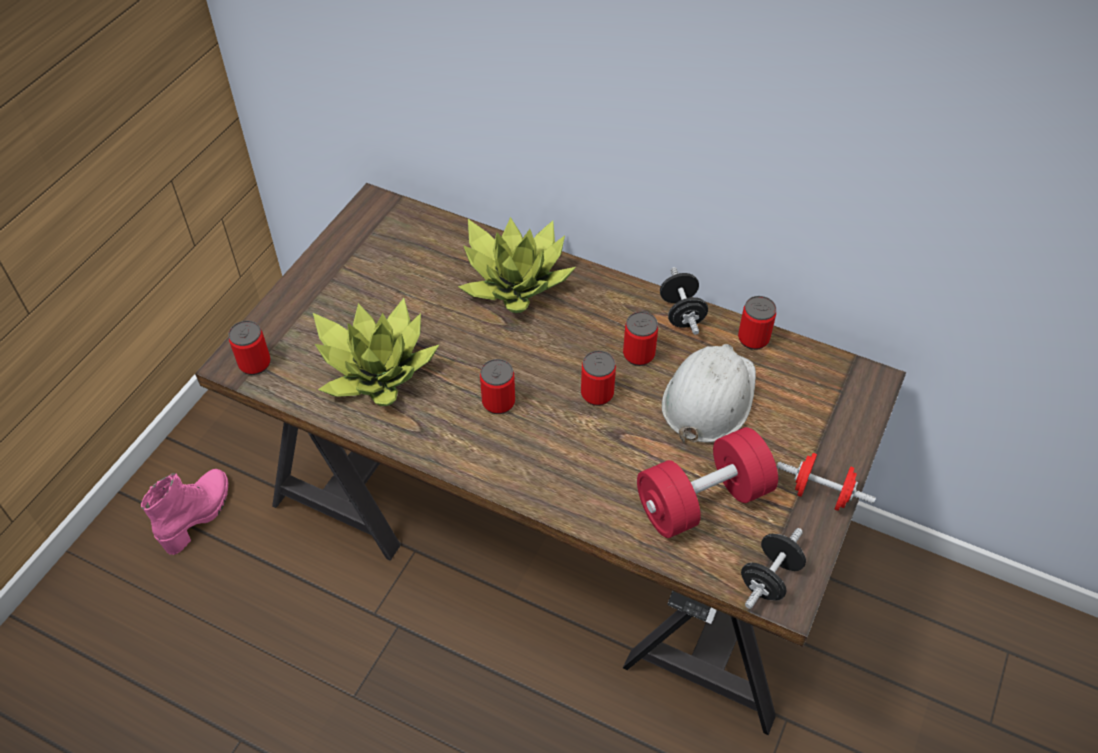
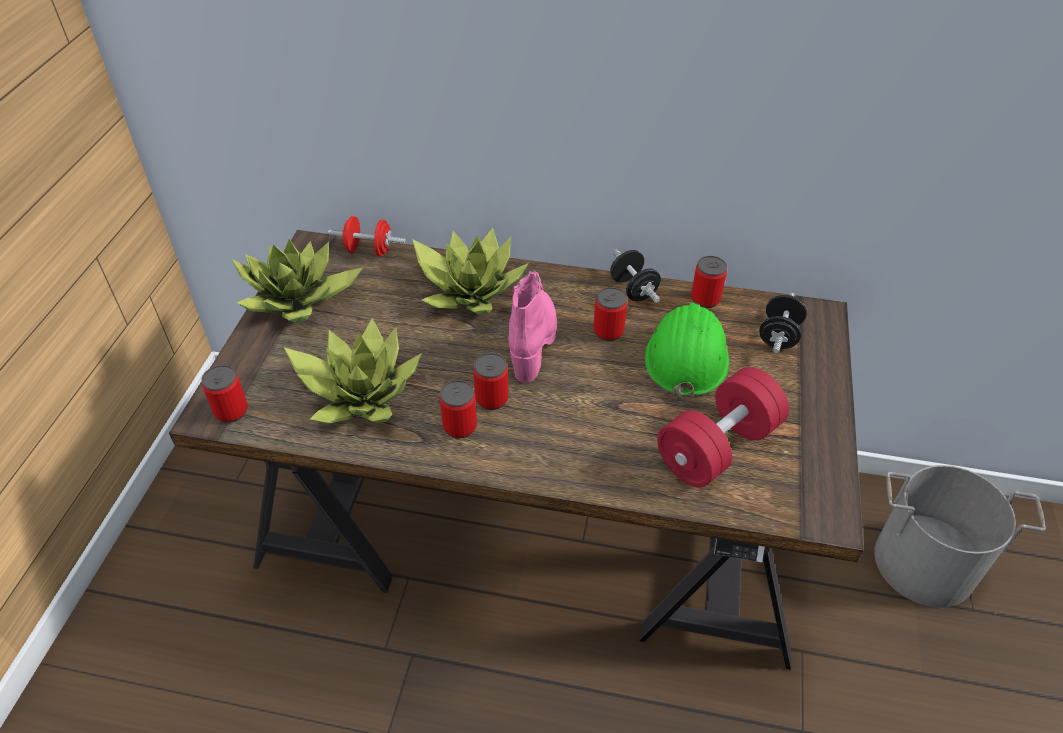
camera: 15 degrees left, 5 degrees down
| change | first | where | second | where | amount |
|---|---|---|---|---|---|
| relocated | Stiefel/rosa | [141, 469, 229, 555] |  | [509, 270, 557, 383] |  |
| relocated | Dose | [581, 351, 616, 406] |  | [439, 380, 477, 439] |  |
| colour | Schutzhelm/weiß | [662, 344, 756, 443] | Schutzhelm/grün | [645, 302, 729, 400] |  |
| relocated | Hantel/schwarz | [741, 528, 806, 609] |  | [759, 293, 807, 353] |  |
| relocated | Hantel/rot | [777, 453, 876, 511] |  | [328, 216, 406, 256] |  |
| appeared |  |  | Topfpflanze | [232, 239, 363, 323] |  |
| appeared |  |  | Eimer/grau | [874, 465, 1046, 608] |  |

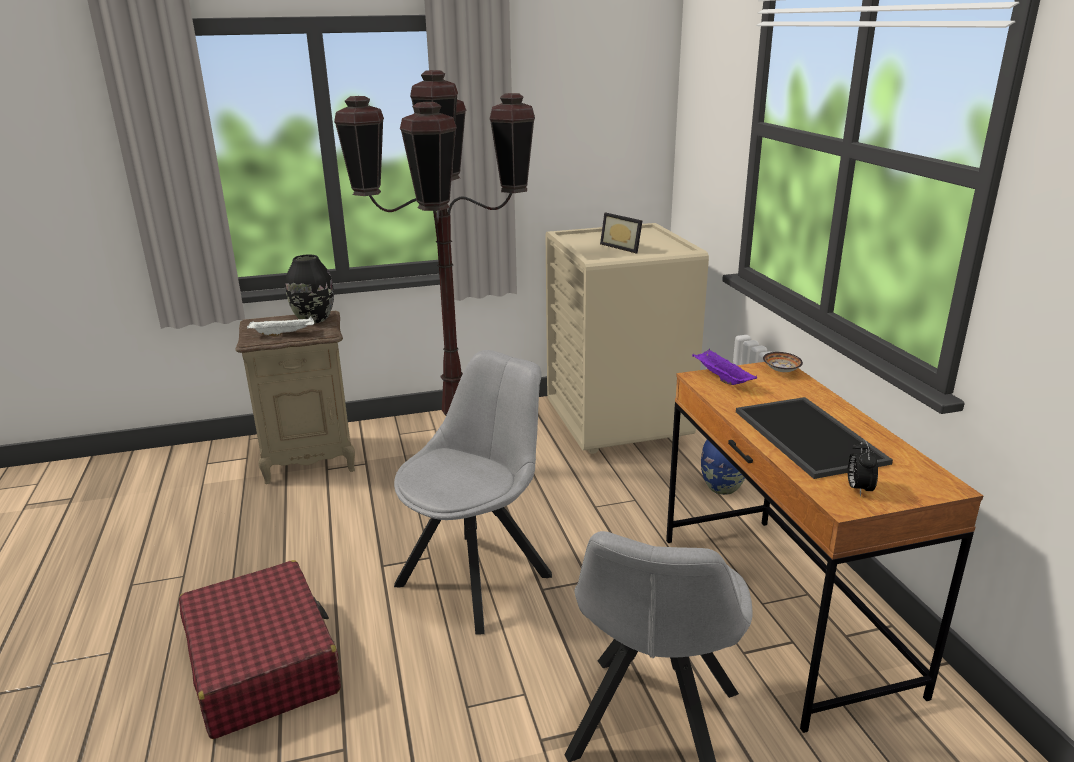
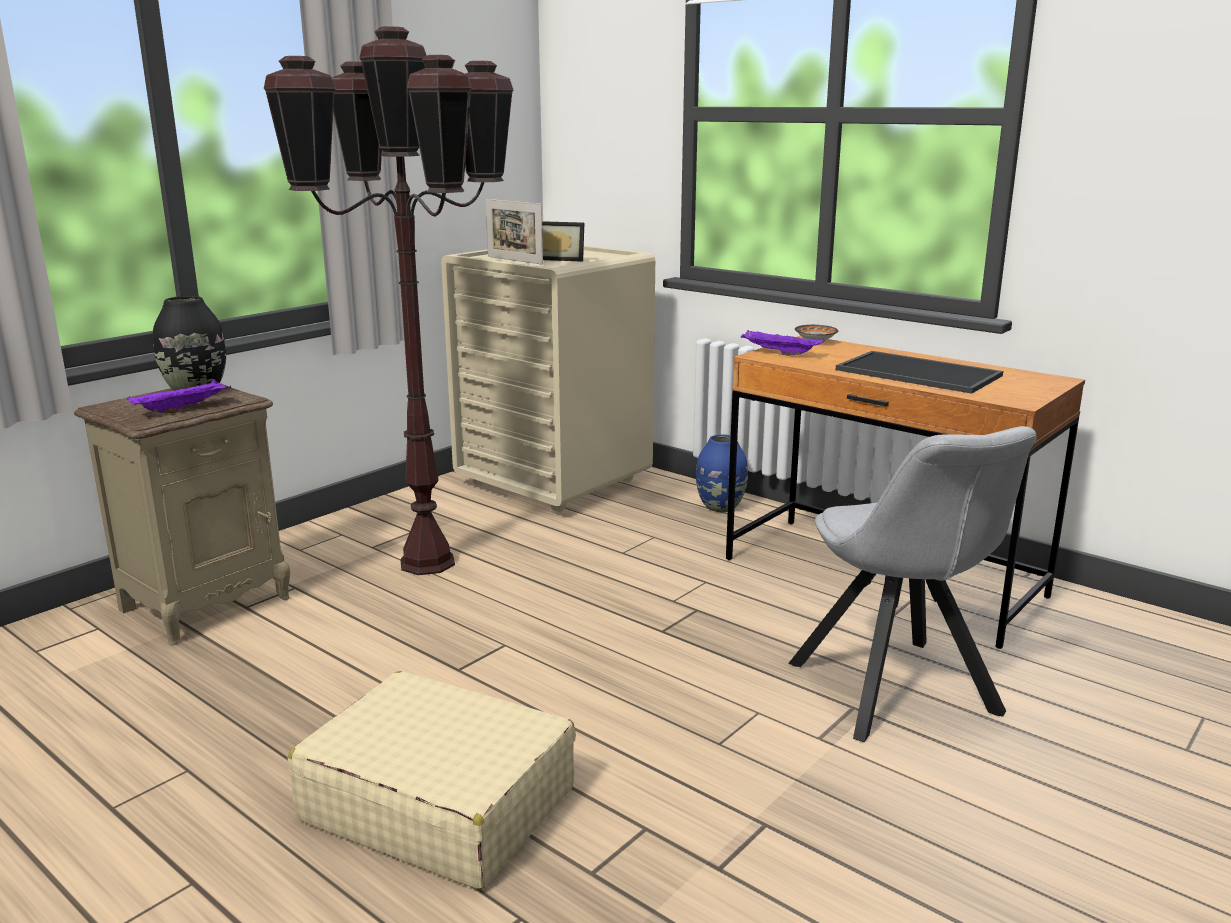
camera: 35 degrees left, 5 degrees down
| change | first | where | second | where | amount |
|---|---|---|---|---|---|
| colour | Koffer/rot | [179, 560, 341, 739] | Koffer/beige | [288, 671, 576, 889] |  |
| colour | Tablett/weiß | [247, 316, 314, 337] | Tablett/lila | [127, 379, 231, 413] |  |
| missing | Stuhl/grau | [394, 350, 552, 634] |  |  |  |
| missing | Wecker | [848, 439, 878, 497] |  |  |  |
| appeared |  |  | Bilderrahmen | [486, 199, 543, 265] |  |

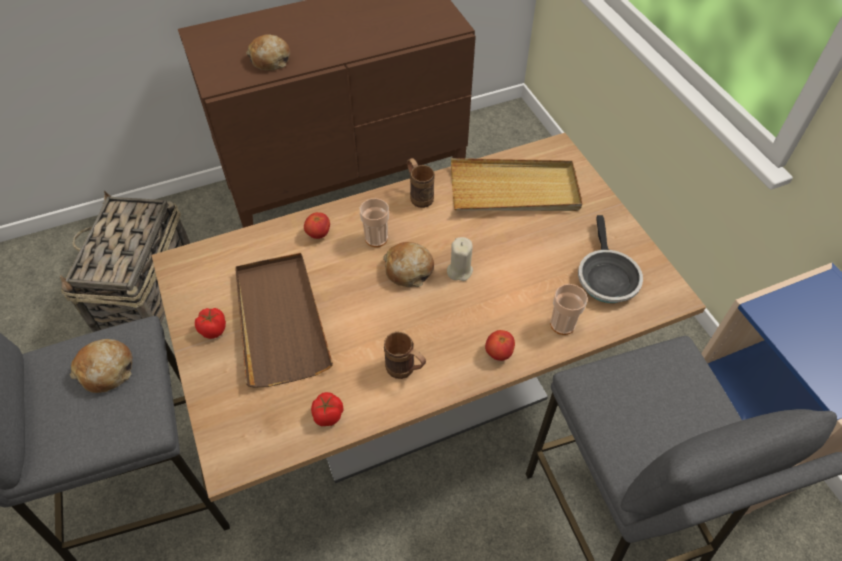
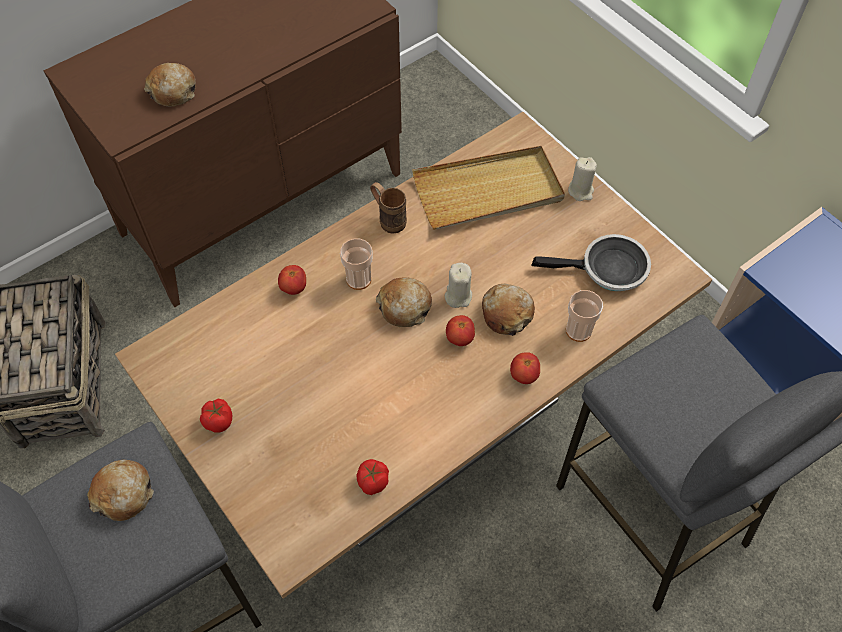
camera: 15 degrees left, 5 degrees up
| change | first | where | second | where | amount |
|---|---|---|---|---|---|
| missing | Tablett/braun | [235, 253, 333, 387] |  |  |  |
| missing | Henkelbecher/braun | [384, 332, 426, 379] |  |  |  |
| spun | Pfanne | [578, 215, 643, 303] |  | [532, 234, 651, 291] | 75 degrees counterclockwise |
| appeared |  |  | Tomate | [446, 315, 475, 346] |  |
| appeared |  |  | Brot | [482, 283, 535, 336] |  |
| appeared |  |  | Kerze/beige | [568, 157, 597, 201] |  |

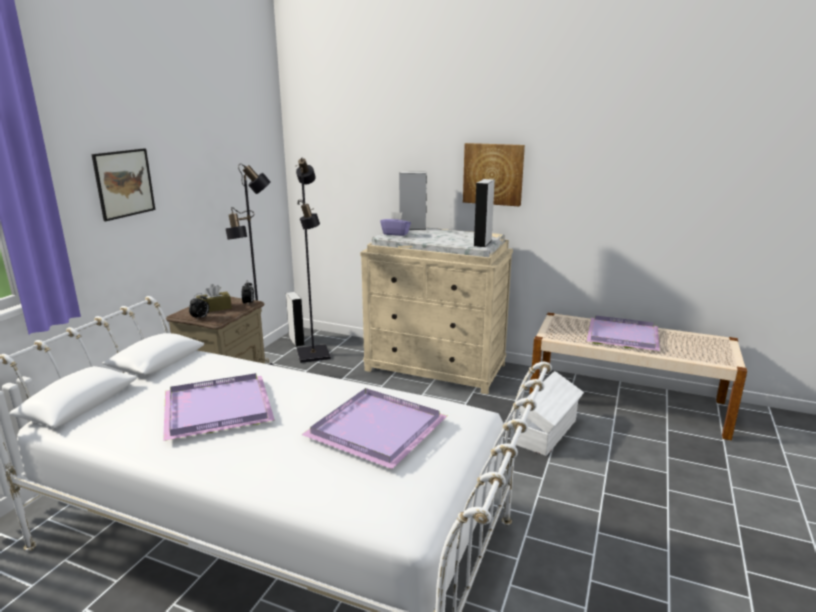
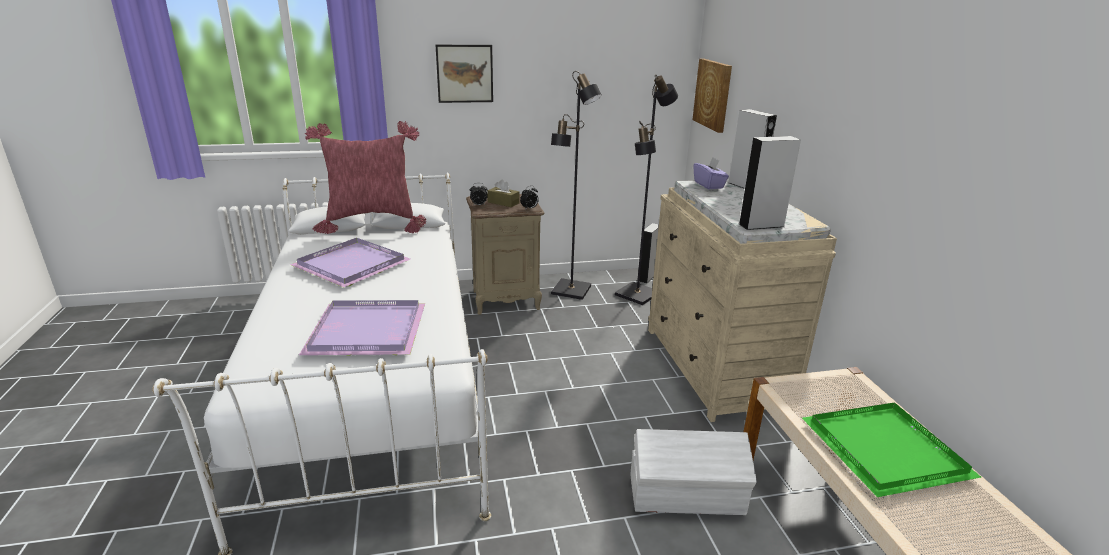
camera: 55 degrees right, 5 degrees up
| change | first | where | second | where | amount |
|---|---|---|---|---|---|
| relocated | Bild | [463, 143, 525, 207] |  | [692, 59, 732, 133] |  |
| colour | Tablett/lila | [586, 315, 660, 351] | Tablett/grün | [802, 402, 981, 497] |  |
| appeared |  |  | Kissen/rot | [305, 121, 427, 234] |  |

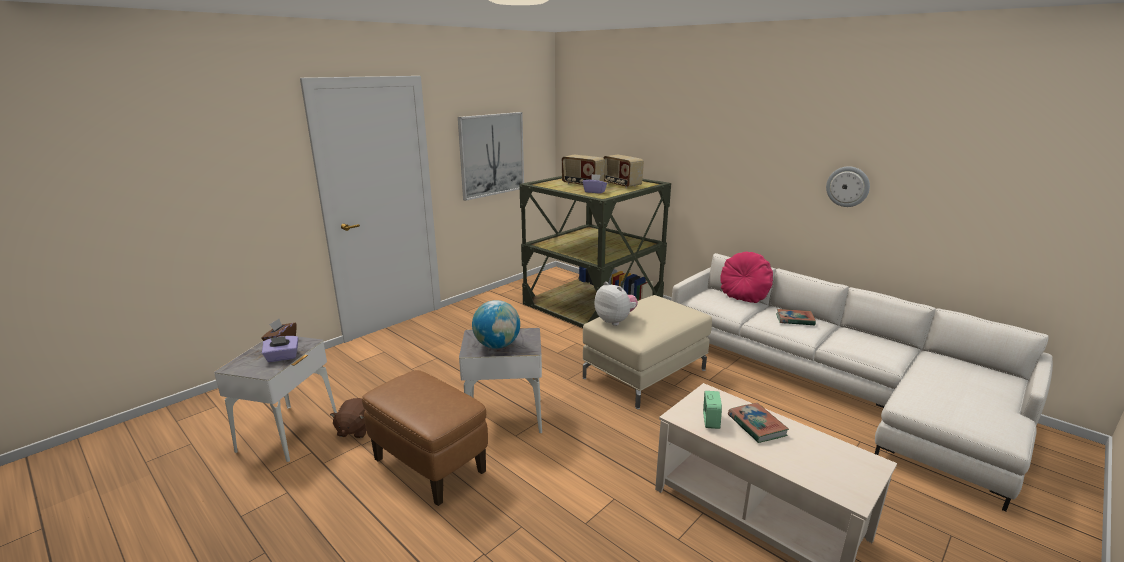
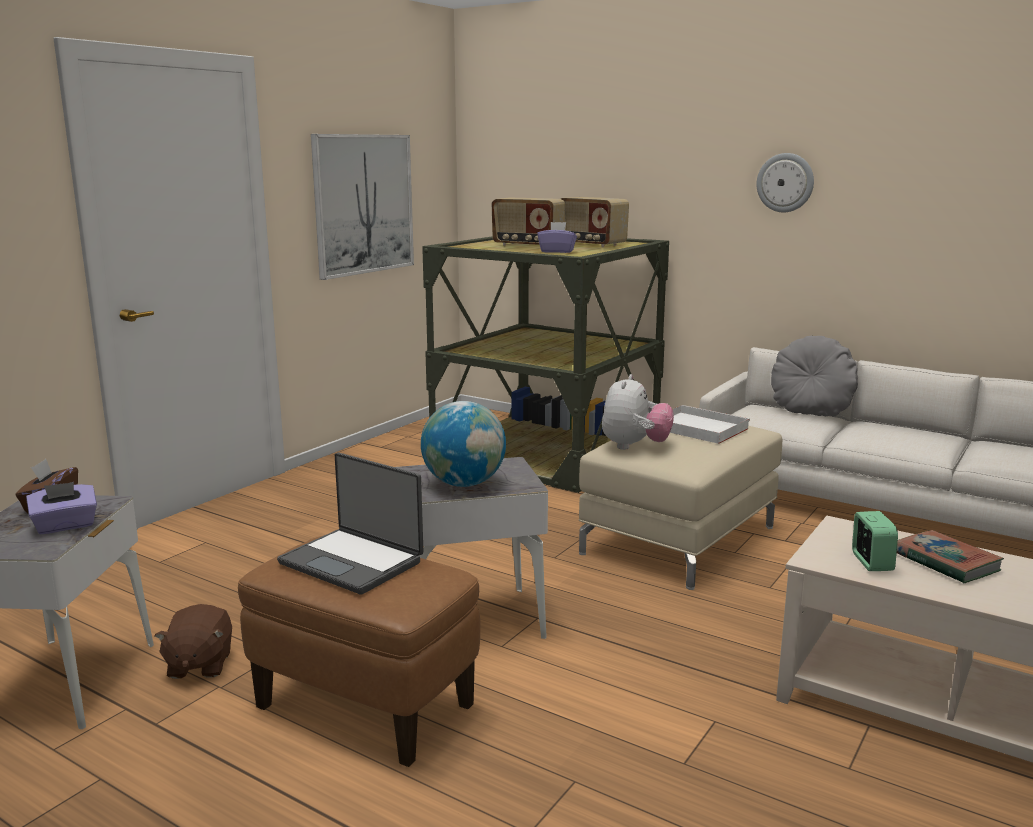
camera: 10 degrees left, 5 degrees down
| change | first | where | second | where | amount |
|---|---|---|---|---|---|
| spun | Plüschtier | [594, 282, 638, 326] |  | [602, 374, 674, 450] | 75 degrees clockwise |
| colour | Kissen/rosa | [720, 251, 773, 303] | Kissen/grau | [771, 336, 858, 416] |  |
| missing | Buch | [776, 309, 816, 326] |  |  |  |
| relocated | Wanduhr | [826, 166, 870, 207] |  | [756, 153, 814, 212] |  |
| appeared |  |  | Laptop | [277, 452, 423, 595] |  |
| appeared |  |  | Tablett/weiß | [670, 405, 750, 444] |  |

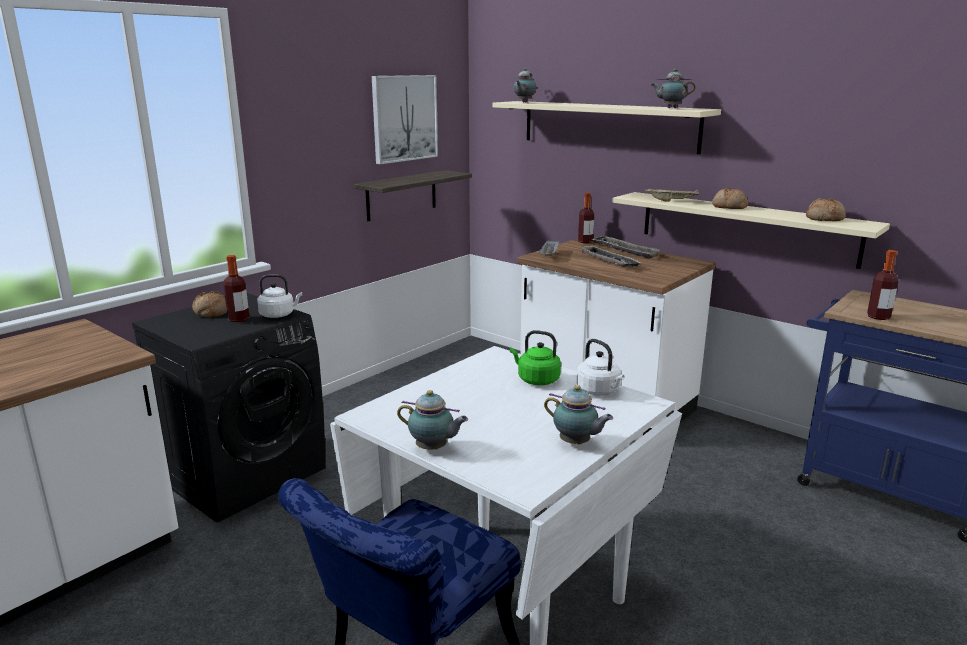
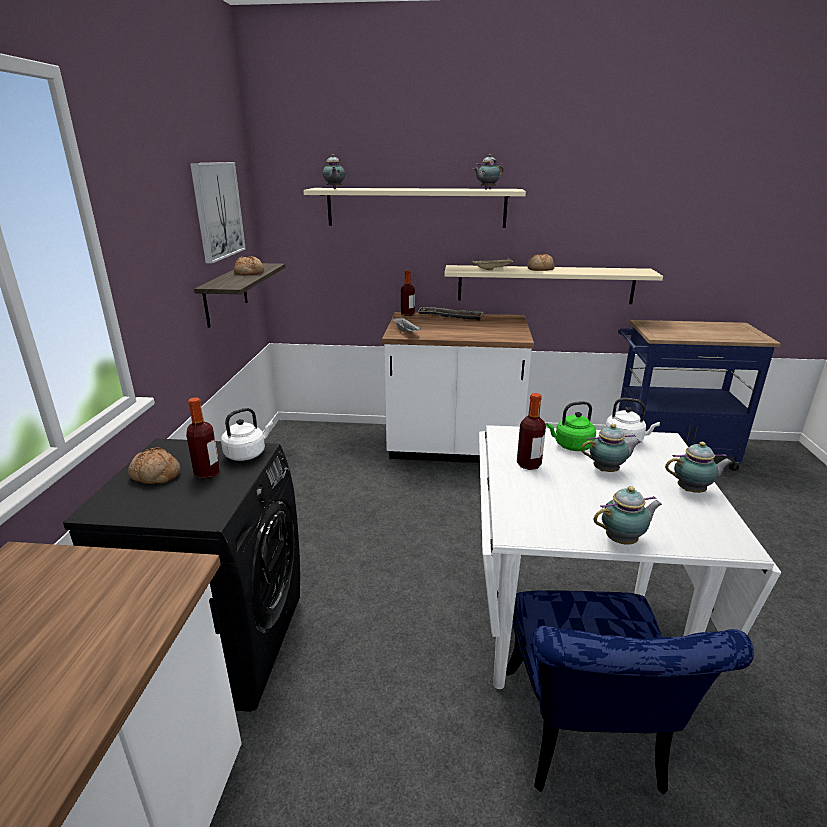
camera: 35 degrees left, 5 degrees up
| change | first | where | second | where | amount |
|---|---|---|---|---|---|
| missing | Tablett | [580, 245, 642, 267] |  |  |  |
| relocated | Brot | [806, 198, 846, 221] |  | [234, 256, 264, 275] |  |
| relocated | Flasche | [867, 250, 898, 320] |  | [517, 393, 546, 470] |  |
| appeared |  |  | Teekanne | [581, 424, 641, 472] |  |

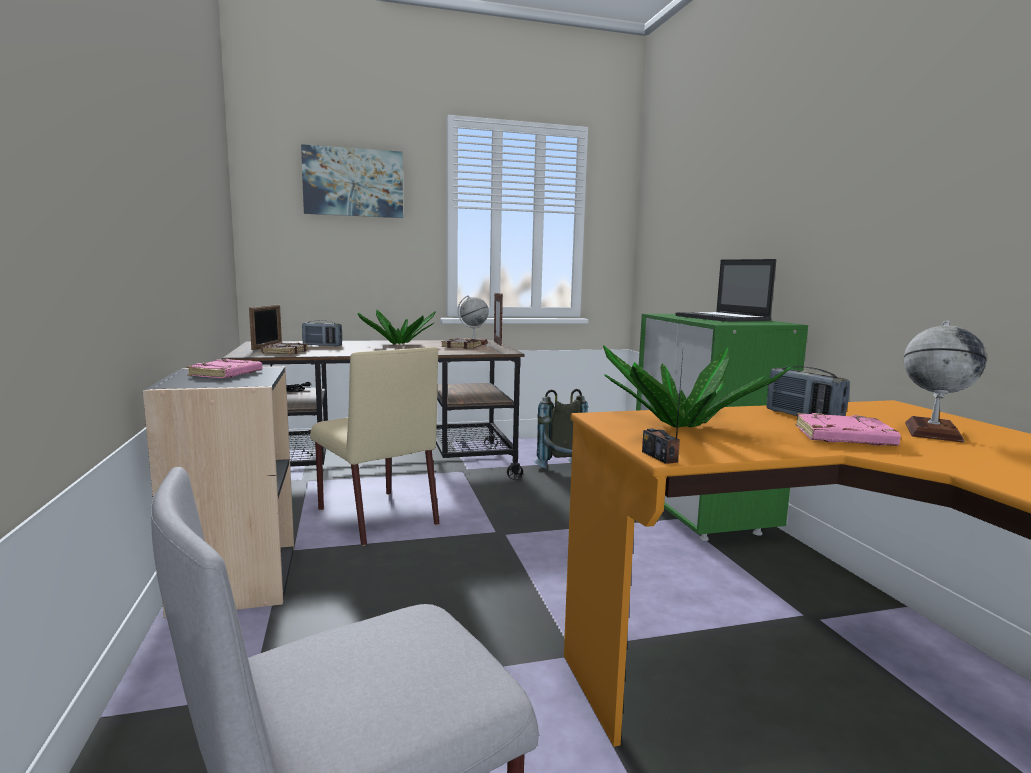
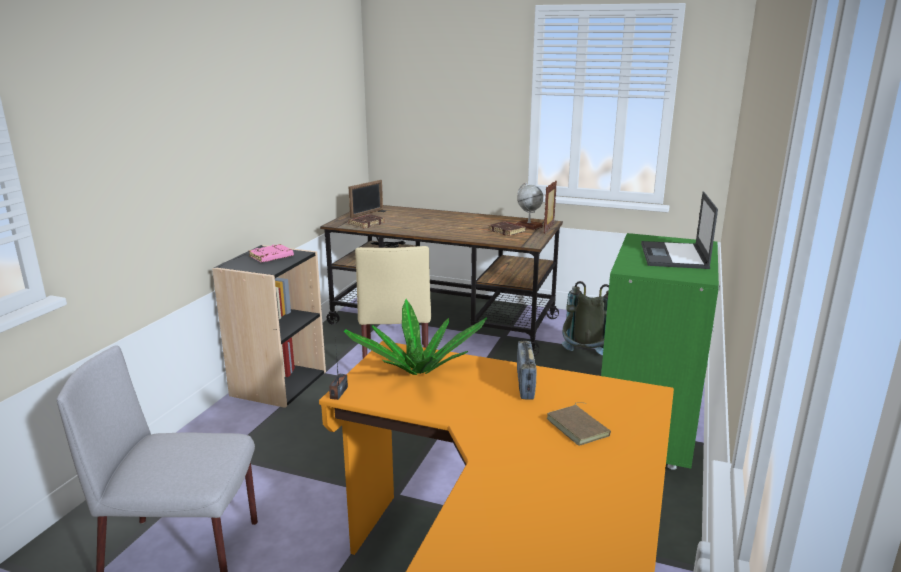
camera: 35 degrees right, 10 degrees up
| change | first | where | second | where | amount |
|---|---|---|---|---|---|
| missing | Bild | [301, 144, 403, 218] |  |  |  |
| missing | Radio | [302, 320, 342, 346] |  |  |  |
| missing | Topfpflanze | [357, 310, 436, 344] |  |  |  |
| missing | Buch/rosa | [795, 413, 901, 446] |  |  |  |
| exchanged | Globus | [904, 321, 987, 442] | Buch/braun | [547, 402, 611, 446] |  |

